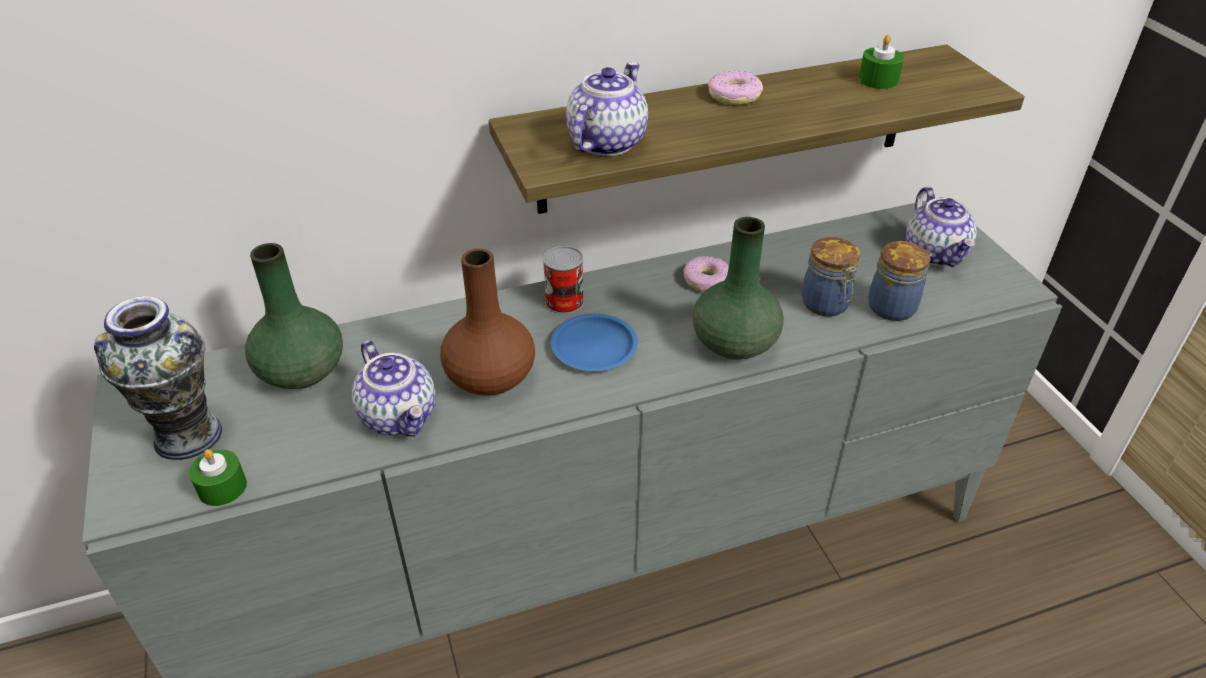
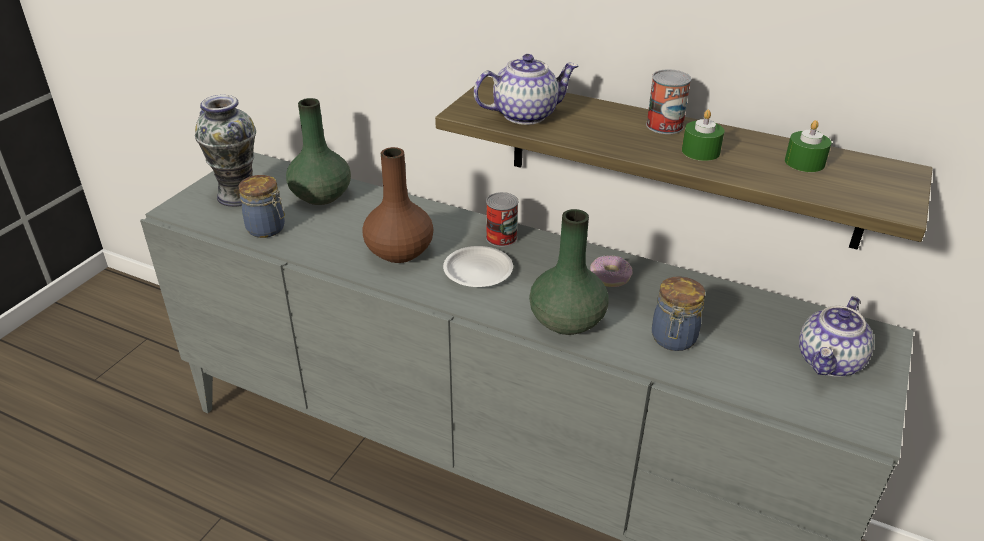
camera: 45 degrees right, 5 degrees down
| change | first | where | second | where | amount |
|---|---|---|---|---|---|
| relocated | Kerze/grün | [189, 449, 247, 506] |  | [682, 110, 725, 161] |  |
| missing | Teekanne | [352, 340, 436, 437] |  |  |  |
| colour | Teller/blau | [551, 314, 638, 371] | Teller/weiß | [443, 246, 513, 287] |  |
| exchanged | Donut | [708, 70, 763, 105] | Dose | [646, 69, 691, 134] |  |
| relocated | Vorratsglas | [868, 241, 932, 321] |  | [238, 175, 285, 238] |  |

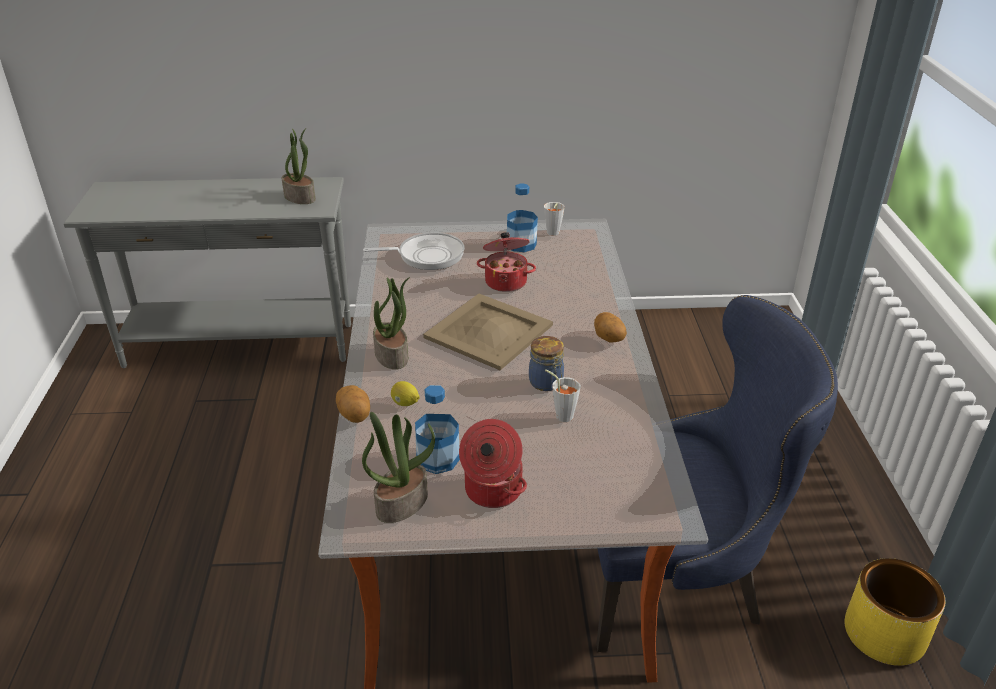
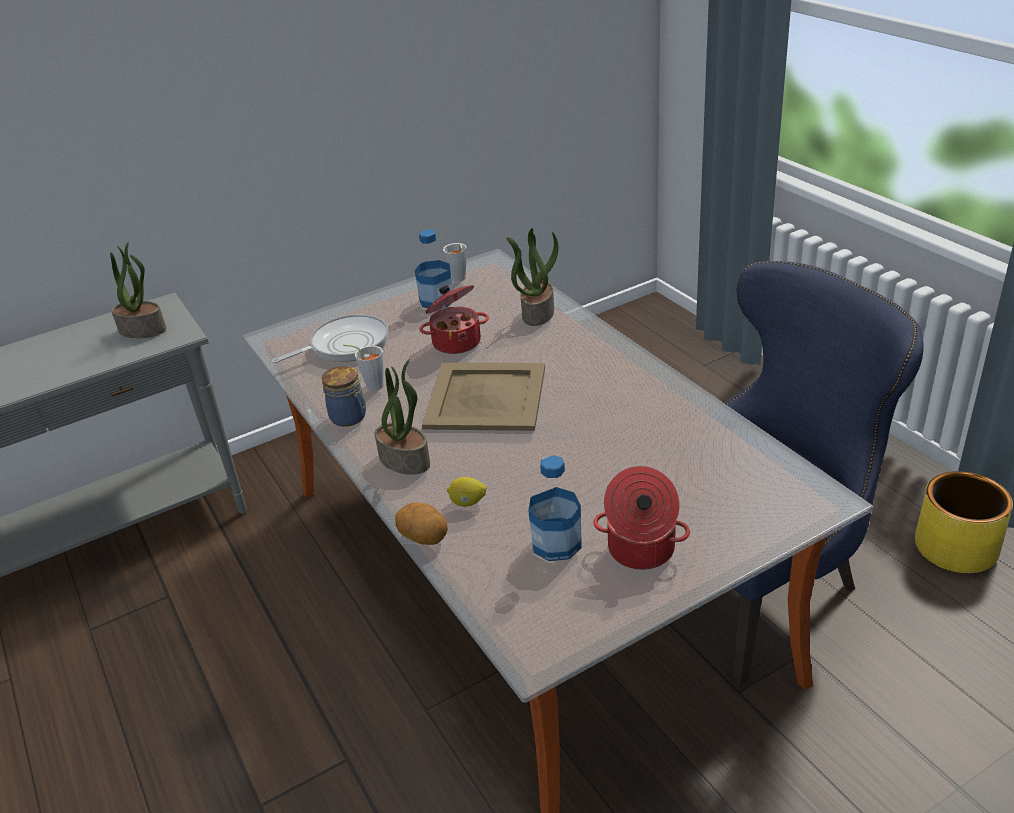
camera: 25 degrees left, 0 degrees up
| change | first | where | second | where | amount |
|---|---|---|---|---|---|
| relocated | Topfpflanze | [362, 412, 435, 523] |  | [506, 228, 558, 326] |  |
| relocated | Vorratsglas | [529, 336, 564, 391] |  | [322, 366, 366, 427] |  |
| relocated | Tasse/grau | [545, 369, 581, 422] |  | [343, 344, 384, 391] |  |
| missing | Kartoffel | [594, 312, 627, 343] |  |  |  |

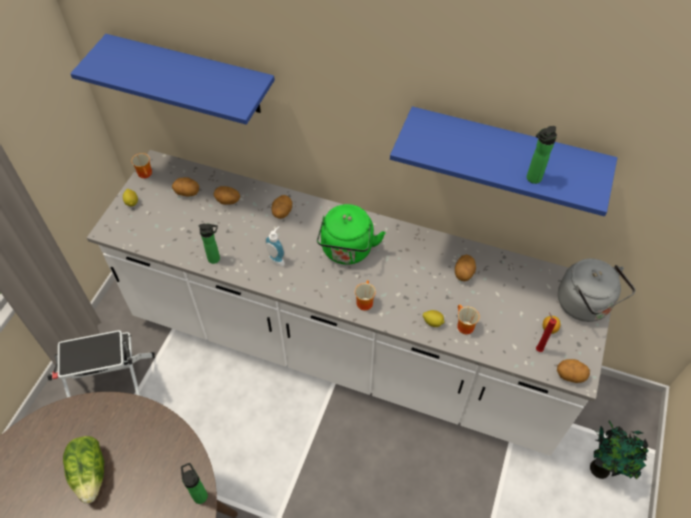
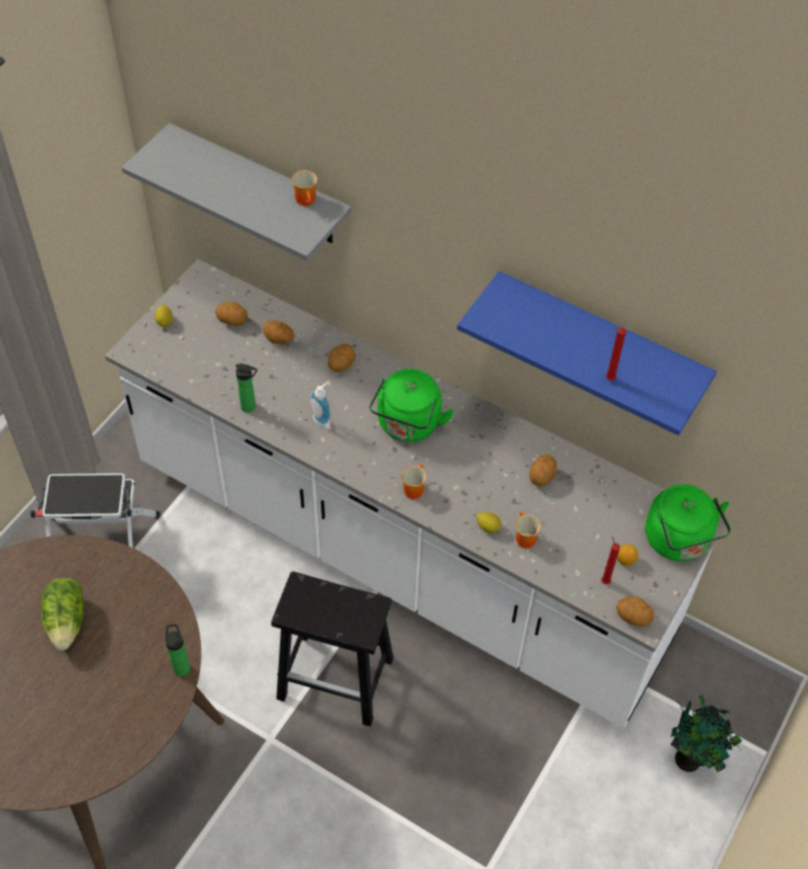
camera: 10 degrees right, 0 degrees up
| change | first | where | second | where | amount |
|---|---|---|---|---|---|
| colour | Wandregal/blau | [70, 34, 275, 125] | Wandregal/grau | [122, 123, 351, 261] |  |
| relocated | Henkelbecher | [131, 153, 152, 178] |  | [292, 170, 317, 206] |  |
| exchanged | Flasche | [527, 126, 557, 184] | Kerze/rot | [606, 327, 626, 381] |  |
| colour | Wasserkessel/grau | [558, 258, 636, 322] | Wasserkessel/grün | [645, 484, 731, 561] |  |
| appeared |  |  | Hocker/schwarz | [271, 571, 394, 727] |  |

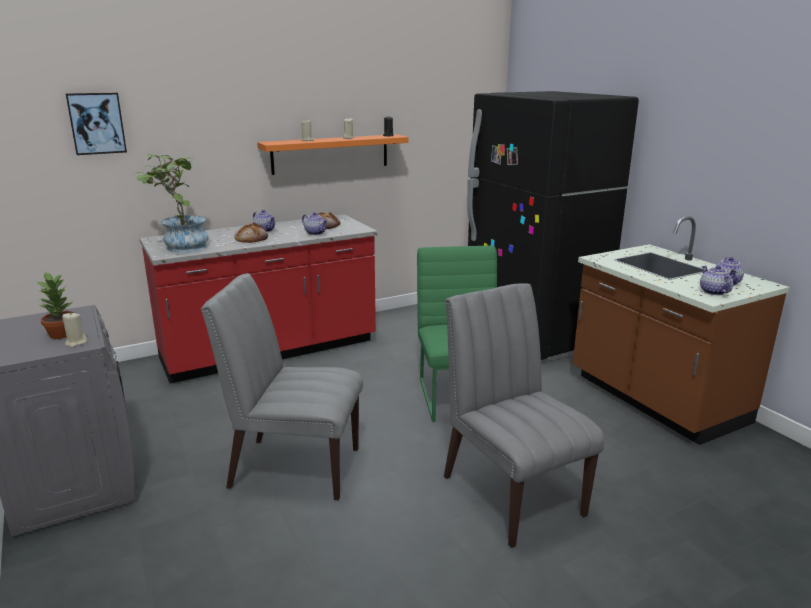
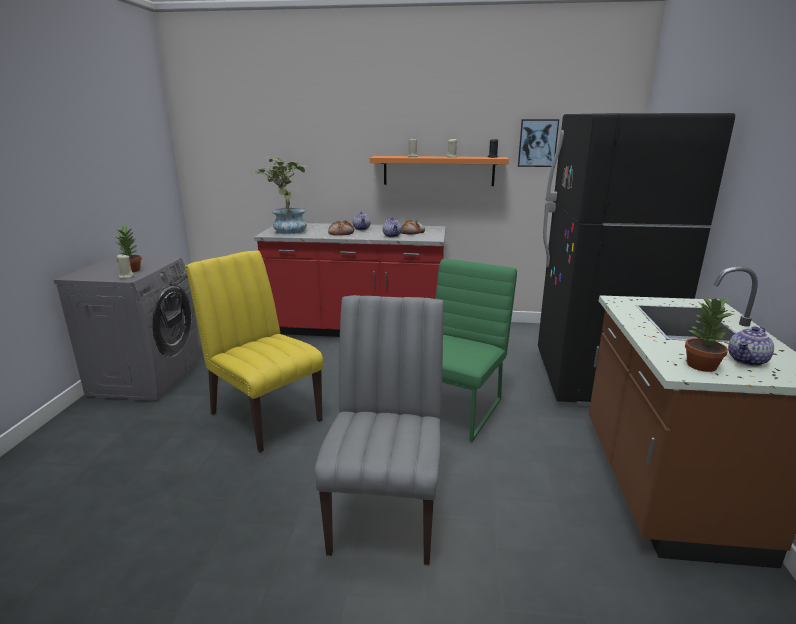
camera: 35 degrees right, 0 degrees up
| change | first | where | second | where | amount |
|---|---|---|---|---|---|
| relocated | Bild | [66, 93, 127, 155] |  | [518, 119, 559, 167] |  |
| colour | Stuhl/grau | [201, 273, 363, 500] | Stuhl/gelb | [185, 251, 324, 453] |  |
| exchanged | Teekanne | [700, 266, 733, 295] | Topfpflanze | [685, 296, 734, 372] |  |

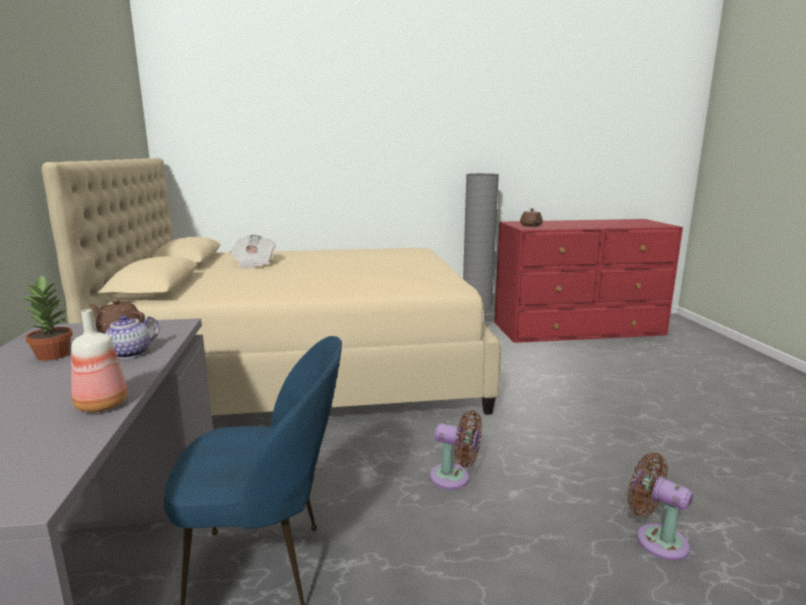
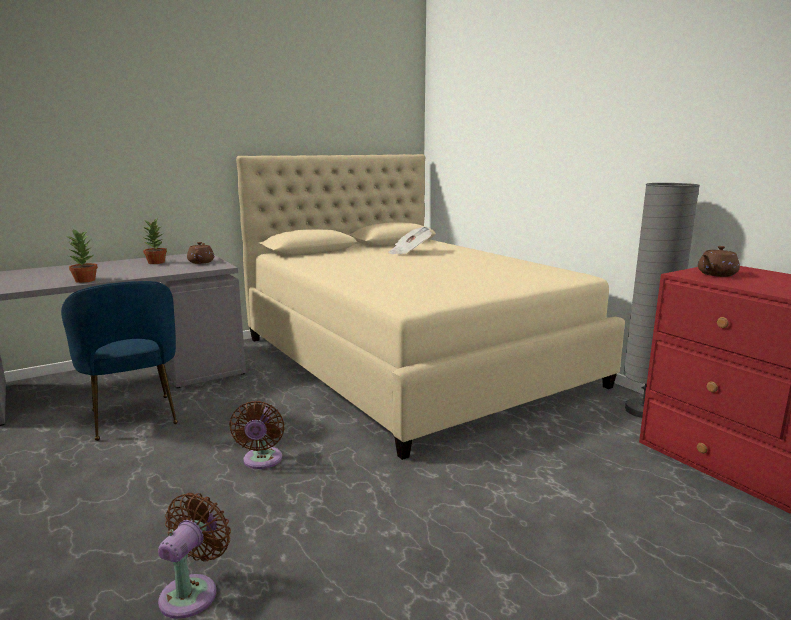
camera: 65 degrees right, 0 degrees up
| change | first | where | second | where | amount |
|---|---|---|---|---|---|
| exchanged | Flasche | [71, 309, 128, 412] | Topfpflanze | [68, 229, 98, 283] |  |
| missing | Teekanne | [105, 315, 159, 359] |  |  |  |

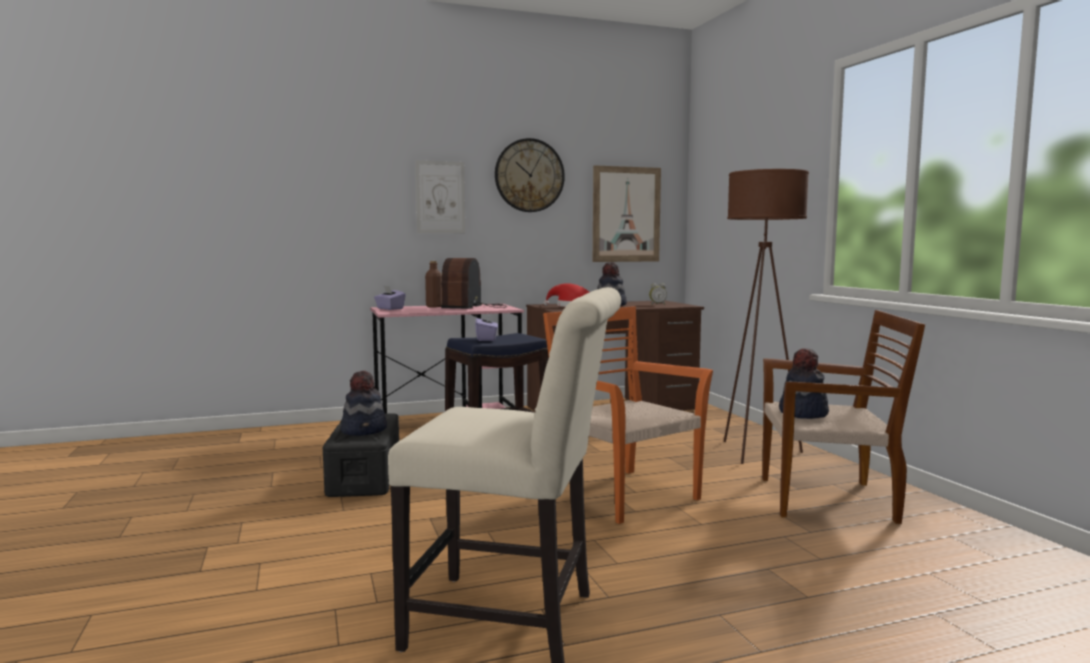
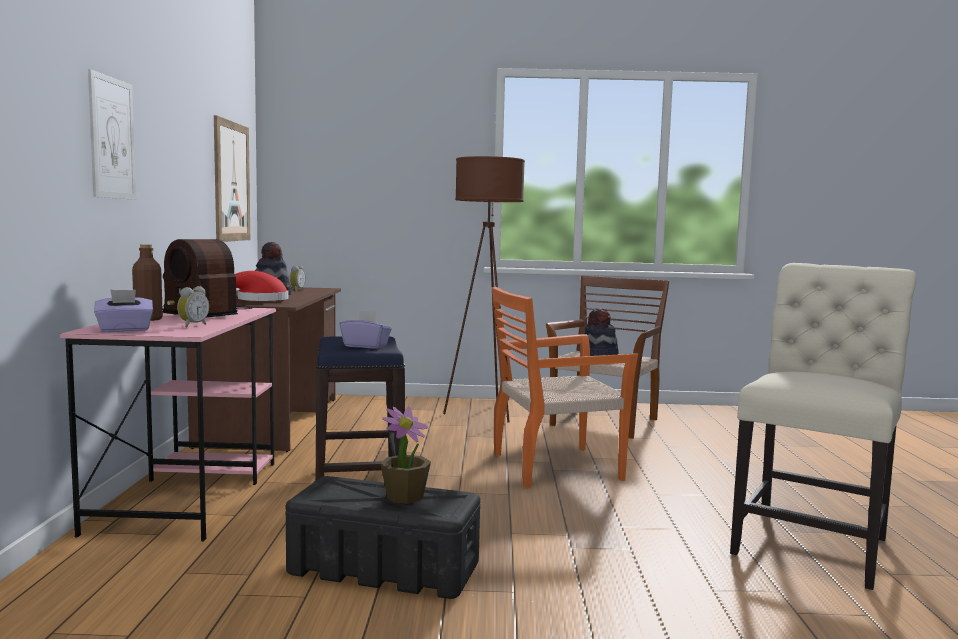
camera: 70 degrees left, 0 degrees up
| change | first | where | second | where | amount |
|---|---|---|---|---|---|
| exchanged | Hut | [341, 371, 387, 436] | Topfpflanze | [380, 407, 431, 504] |  |
| missing | Wanduhr | [495, 138, 565, 212] |  |  |  |
| appeared |  |  | Wecker | [177, 286, 209, 327] |  |

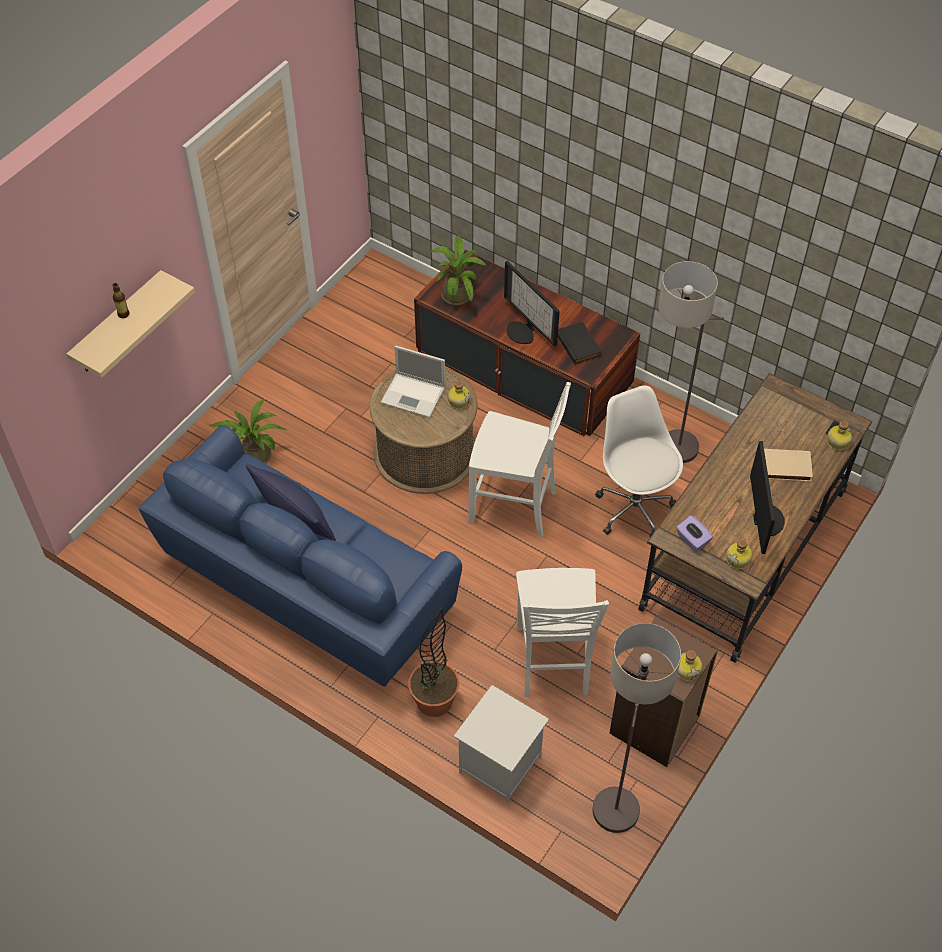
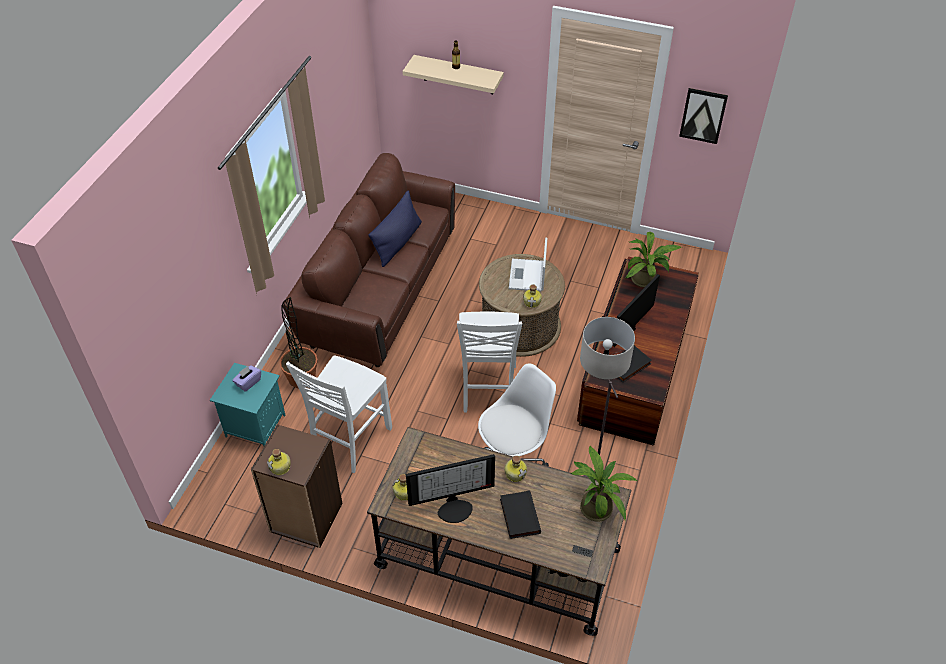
camera: 75 degrees right, 5 degrees down
| change | first | where | second | where | amount |
|---|---|---|---|---|---|
| colour | Sofa/blau | [139, 425, 462, 686] | Sofa/braun | [283, 153, 455, 367] |  |
| relocated | Topfpflanze | [210, 400, 288, 464] |  | [571, 445, 637, 522] |  |
| colour | Nachttisch/grau | [454, 685, 549, 804] | Nachttisch/türkis | [210, 363, 286, 446] |  |
| spun | Stuhl/weiß | [516, 568, 609, 697] |  | [286, 356, 392, 473] | 45 degrees counterclockwise |
| missing | Stehlampe/grau | [593, 623, 681, 833] |  |  |  |
| relocated | Taschentuchbox/lila | [676, 515, 713, 552] |  | [232, 365, 261, 392] |  |
| colour | Buch/beige | [764, 449, 813, 482] | Buch/schwarz | [500, 490, 541, 539] |  |
| relocated | Flasche | [827, 421, 853, 450] |  | [505, 456, 527, 482] |  |
| appeared |  |  | Bild | [679, 88, 728, 144] |  |

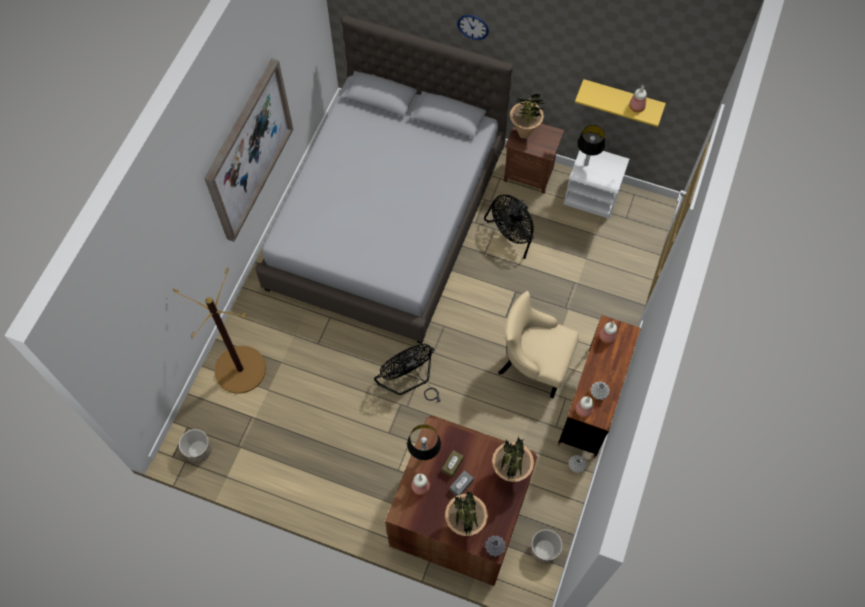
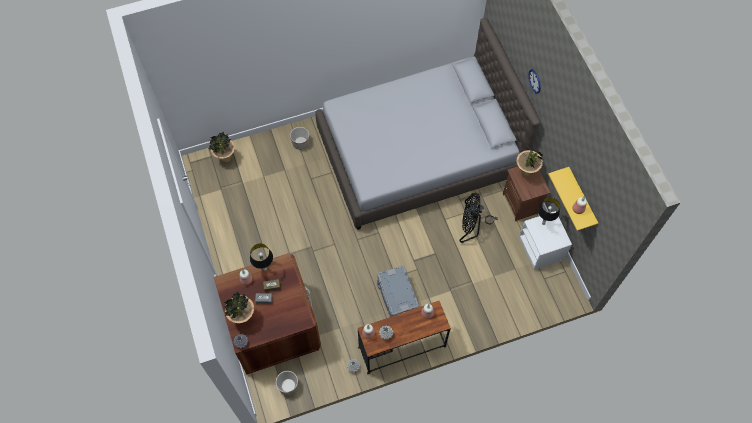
camera: 50 degrees right, 0 degrees up
| change | first | where | second | where | amount |
|---|---|---|---|---|---|
| missing | Kleiderständer/braun | [173, 268, 266, 394] |  |  |  |
| relocated | Pflanzkübel | [179, 429, 211, 463] |  | [290, 127, 310, 150] |  |
| missing | Bild | [204, 58, 293, 242] |  |  |  |
| missing | Ventilator/schwarz | [374, 344, 441, 402] |  |  |  |
| relocated | Topfpflanze | [492, 436, 534, 482] |  | [208, 132, 235, 163] |  |
| exchanged | Stuhl/beige | [498, 291, 579, 398] | Aufbewahrungsbox/grau | [377, 265, 419, 317] |  |

